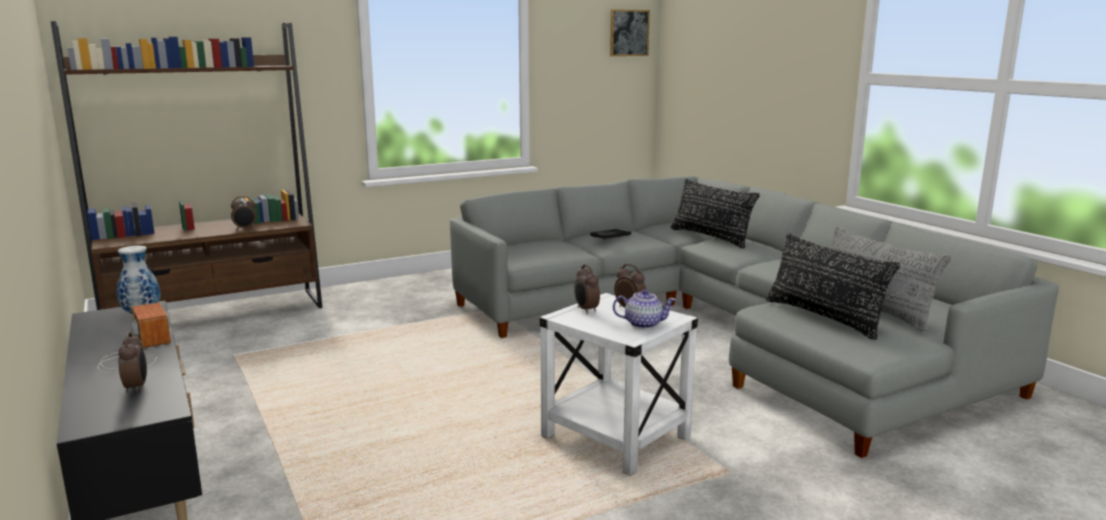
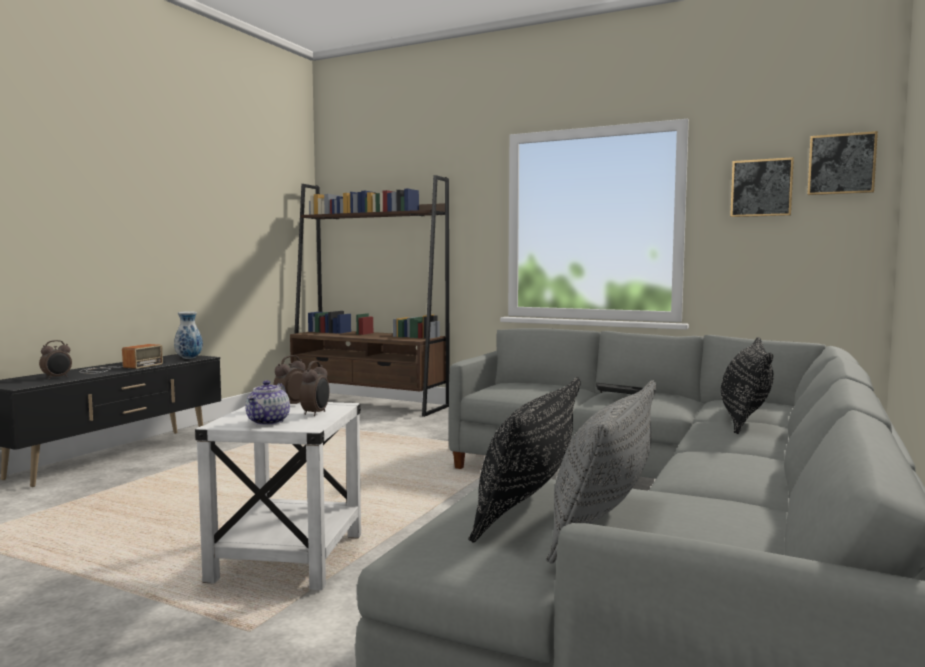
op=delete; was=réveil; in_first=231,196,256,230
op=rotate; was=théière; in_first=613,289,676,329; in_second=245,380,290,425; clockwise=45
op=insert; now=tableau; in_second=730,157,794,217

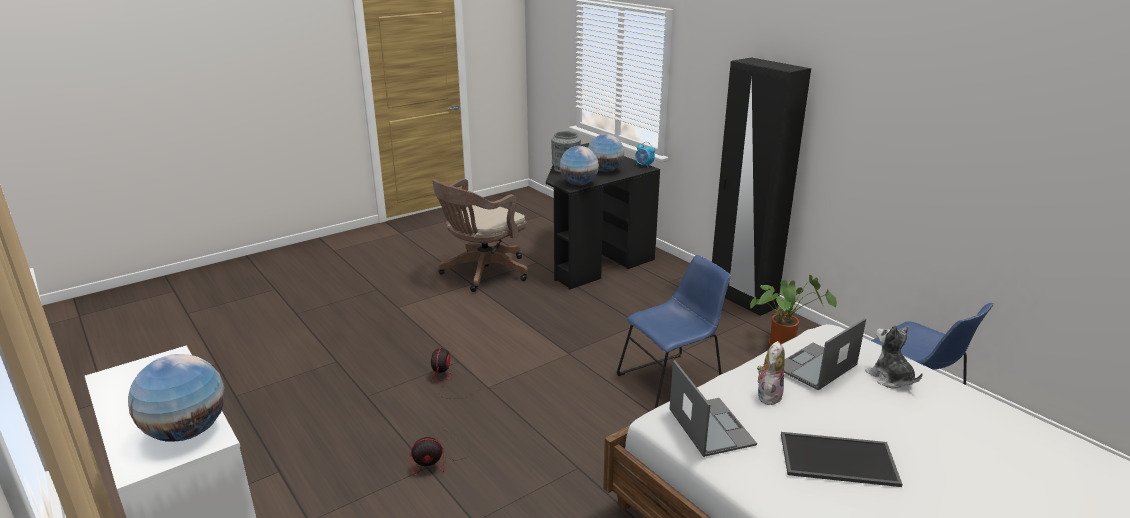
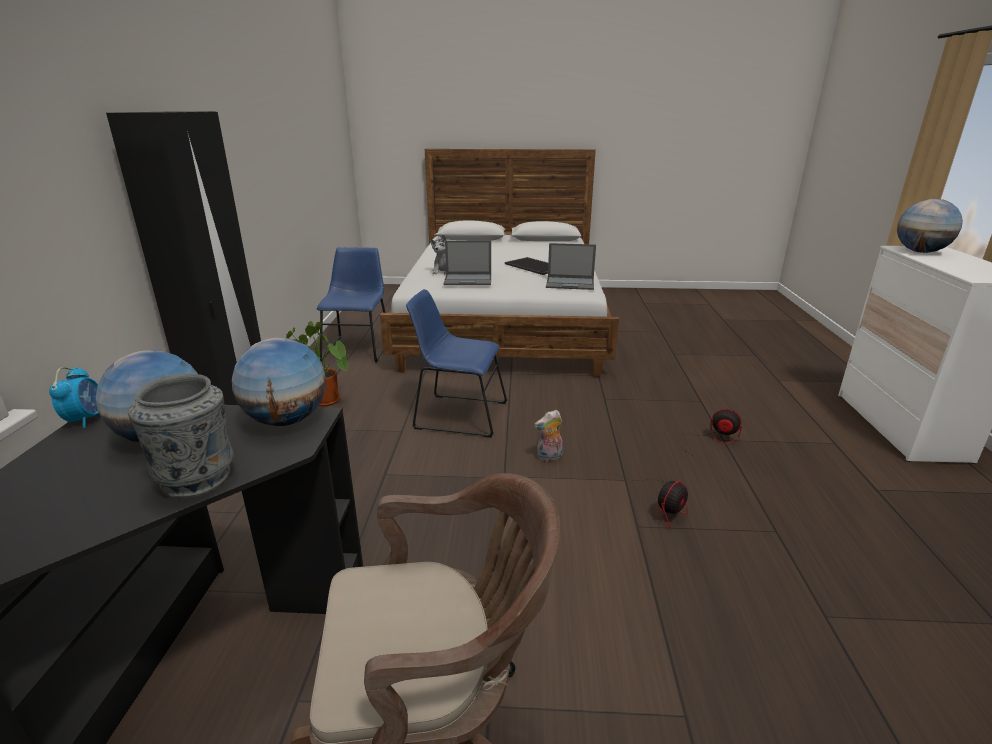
op=rotate; was=ordinateur portable; in_first=669,360,757,457; in_second=546,243,596,290; clockwise=-105
op=move; was=peluche; in_first=757,341,785,405; in_second=534,410,563,461

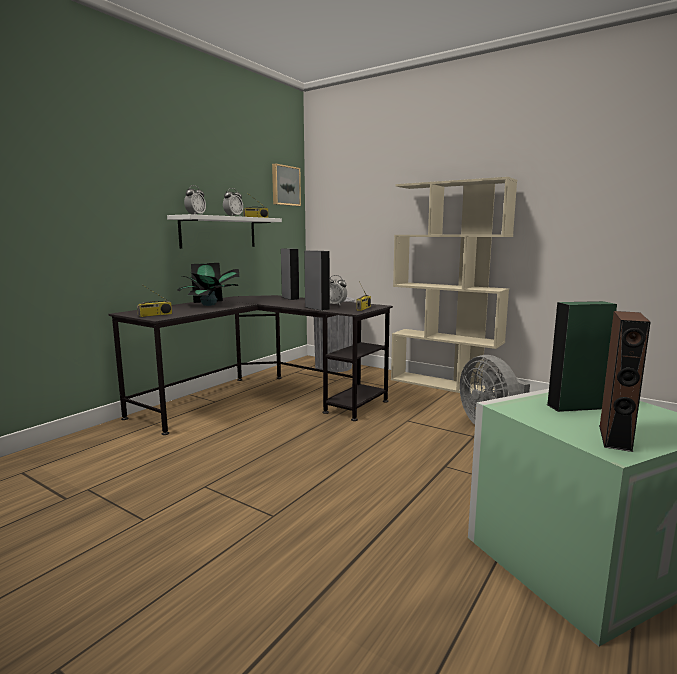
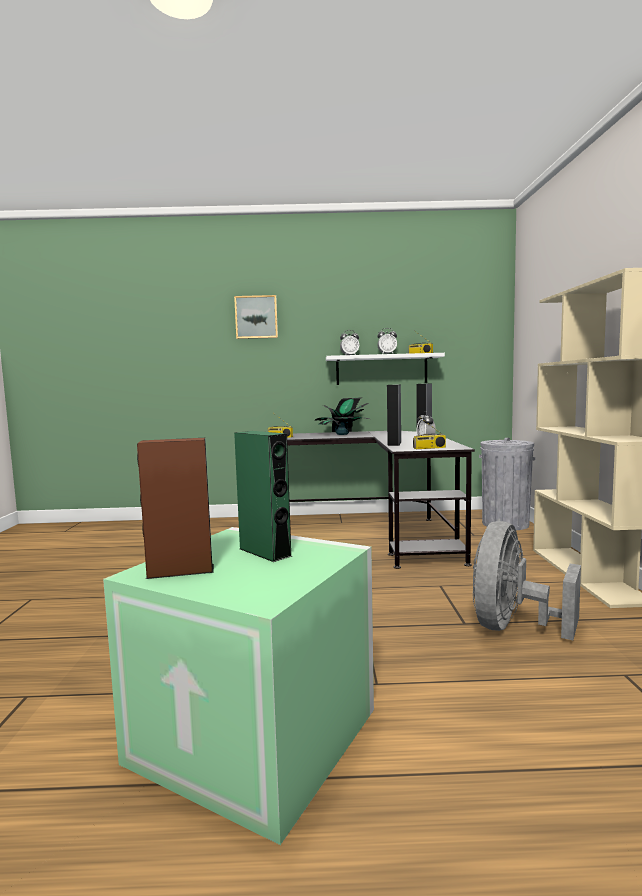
op=move; was=tableau; in_first=272,164,301,206; in_second=234,295,278,339

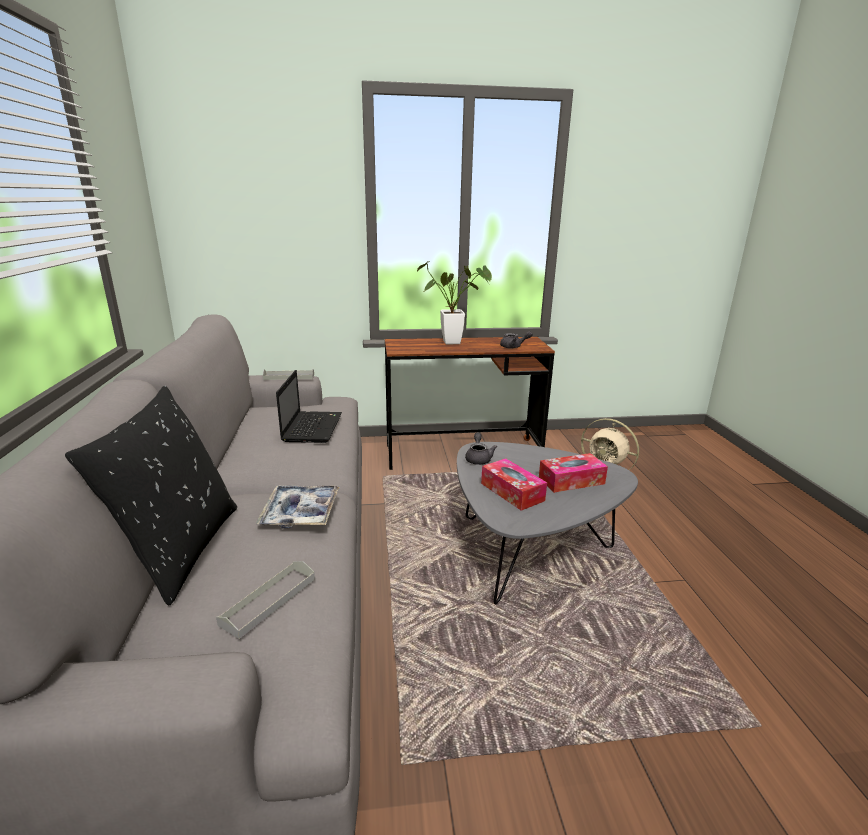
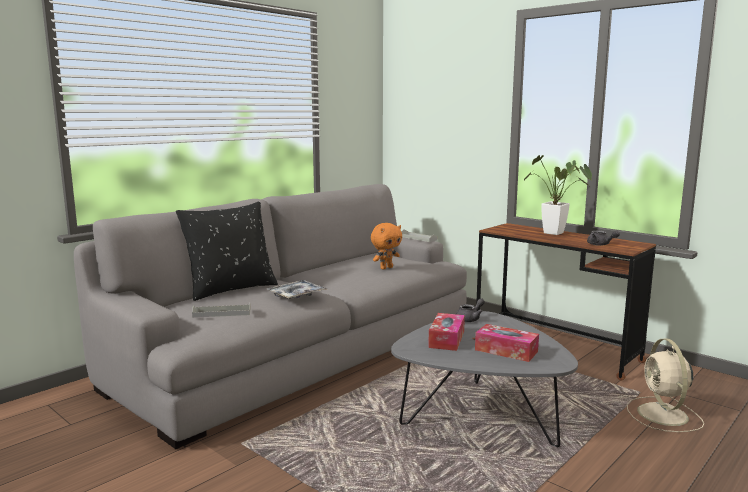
op=replace; was=ordinateur portable; now=peluche/orange; in_first=276,370,342,443; in_second=371,223,402,269

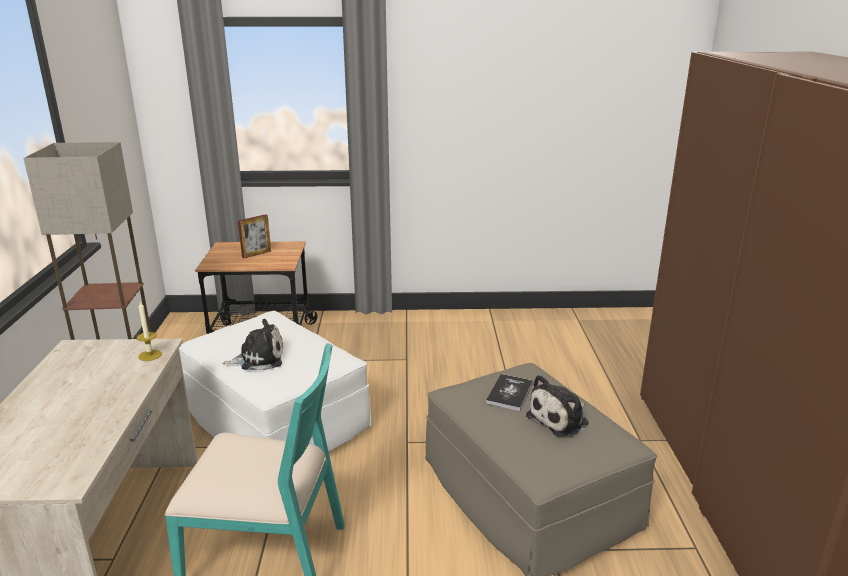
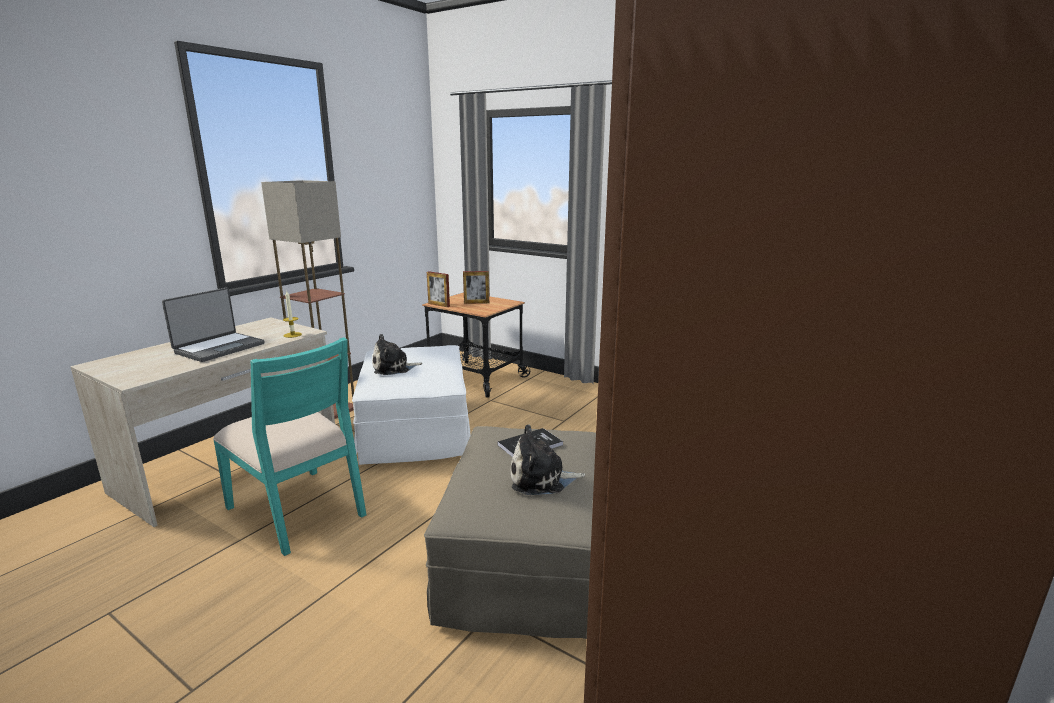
op=rotate; was=peluche; in_first=223,319,283,370; in_second=372,334,422,375; clockwise=135
op=insert; now=ordinateur portable; in_second=162,288,265,362
op=insert; now=cadre photo; in_second=427,271,450,307

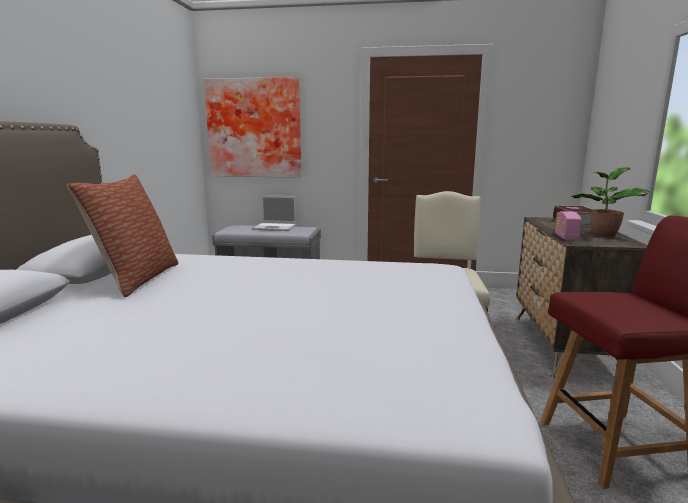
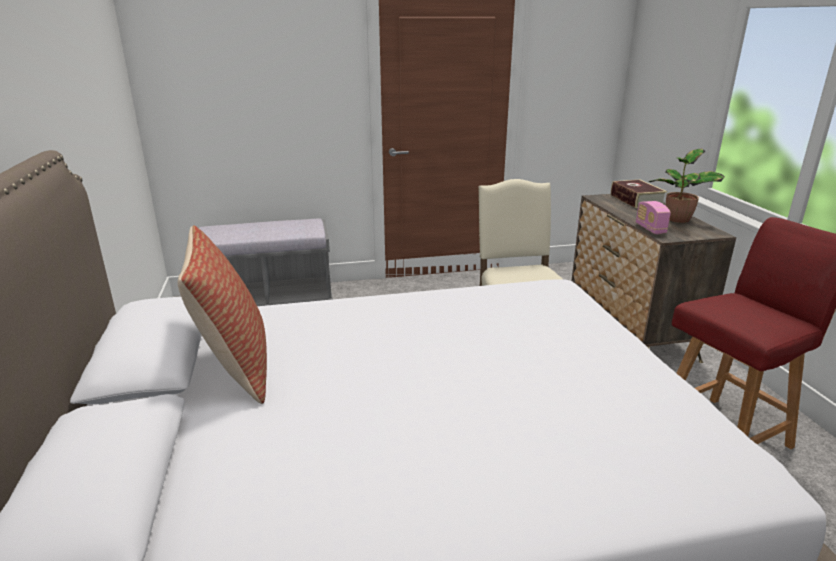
op=delete; was=tableau; in_first=204,77,301,178
op=delete; was=ordinateur portable; in_first=252,195,297,231

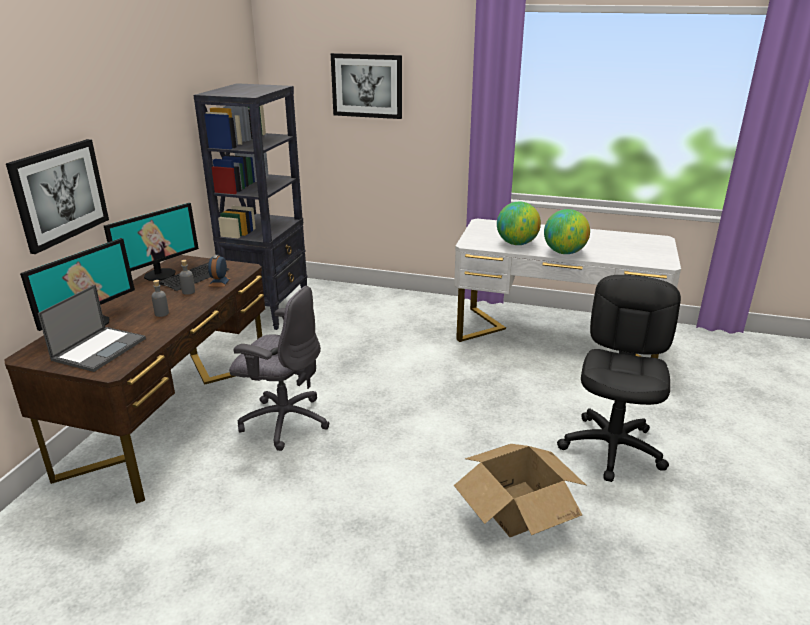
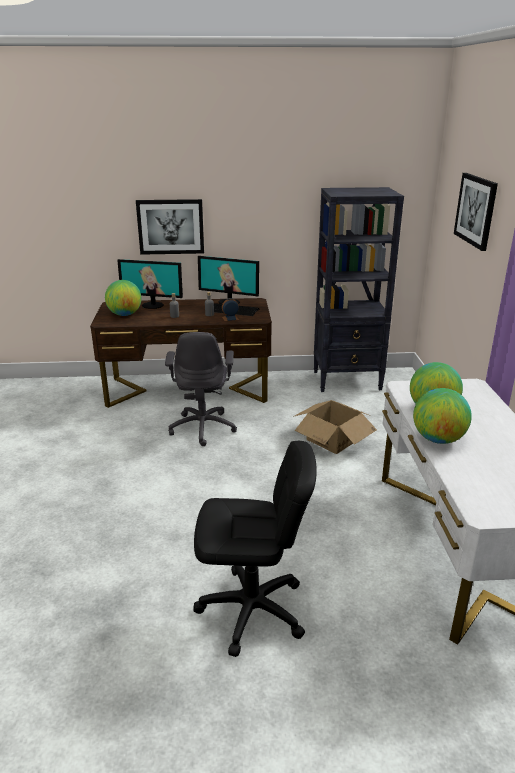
op=replace; was=ordinateur portable; now=globe; in_first=38,285,146,372; in_second=105,280,142,316
op=move; was=carton; in_first=454,444,587,537; in_second=293,400,377,454

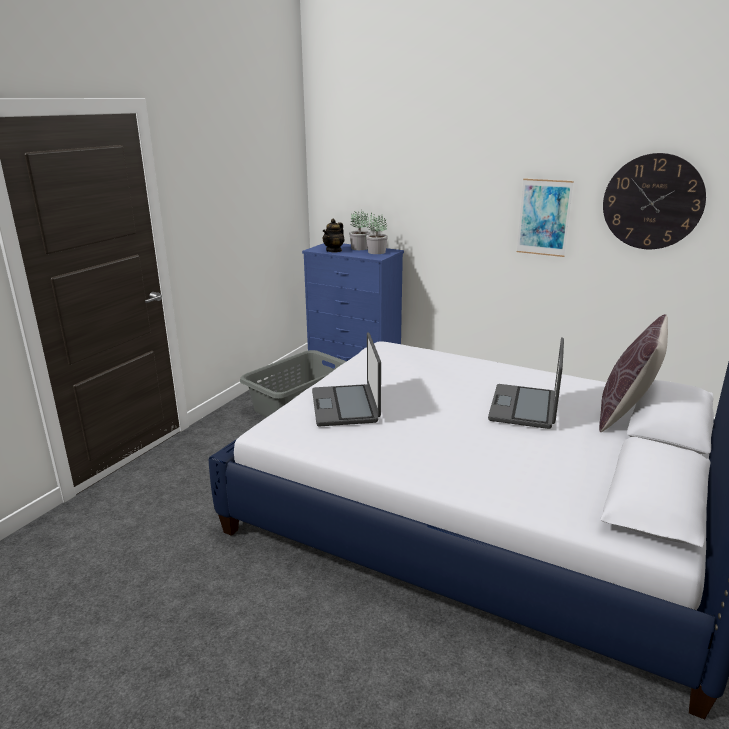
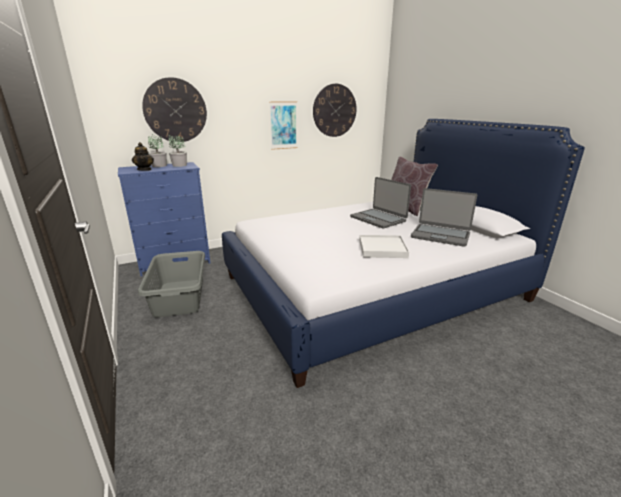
op=move; was=ordinateur portable; in_first=312,332,381,426; in_second=411,188,477,247
op=insert; now=horloge murale; in_second=142,77,207,142
op=insert; now=plateau/blanc; in_second=359,235,409,258

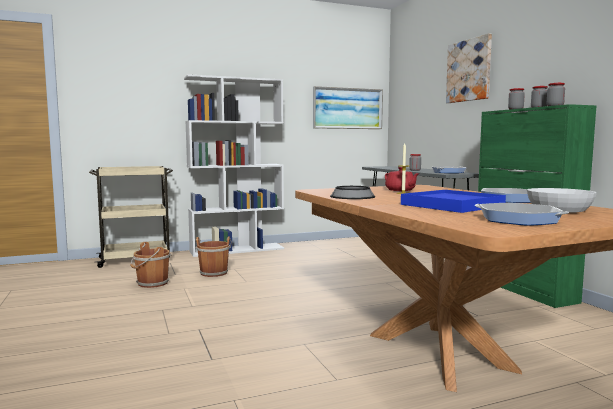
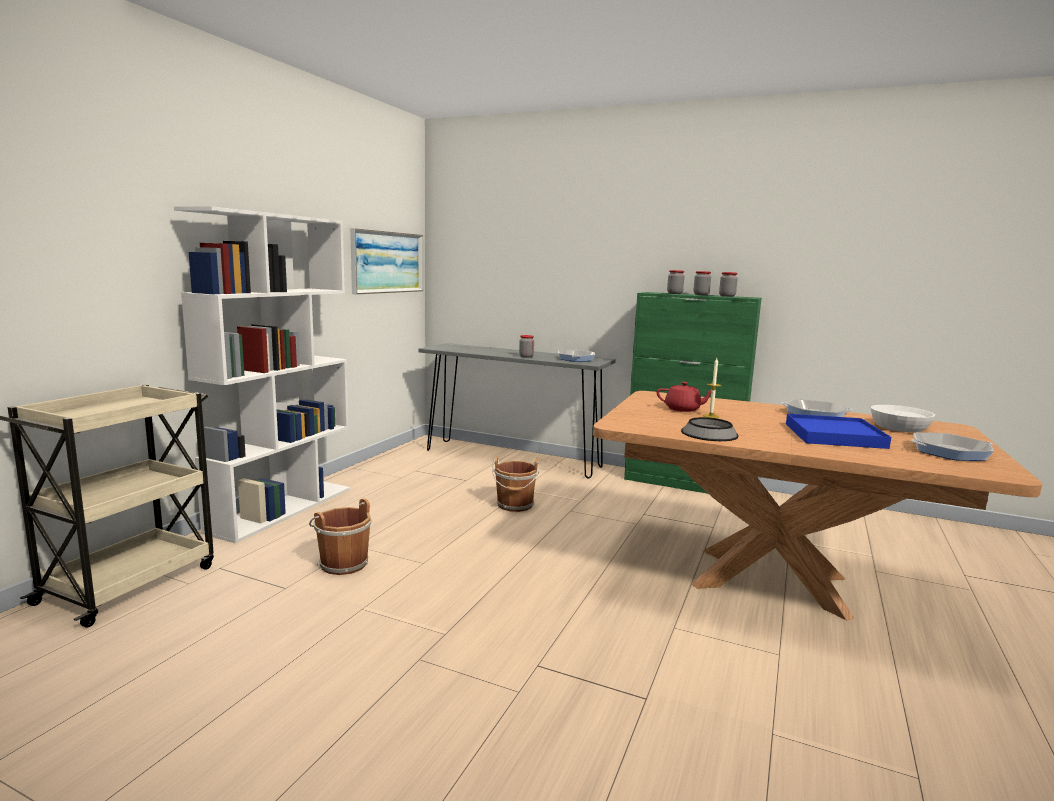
op=move; was=seau/marron; in_first=130,242,171,288; in_second=492,457,540,512
op=delete; was=tableau; in_first=446,33,492,103

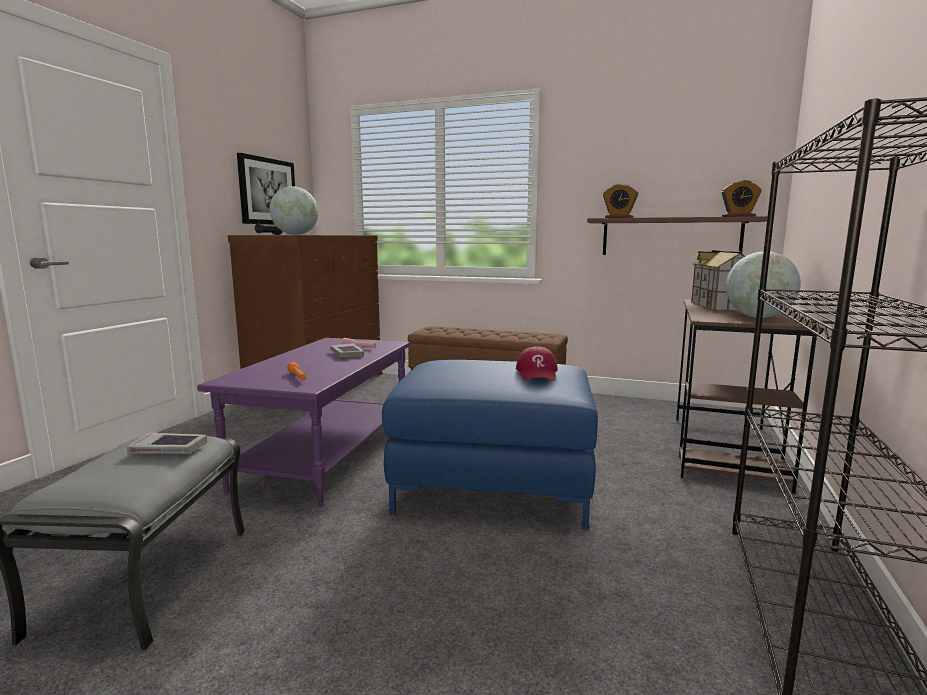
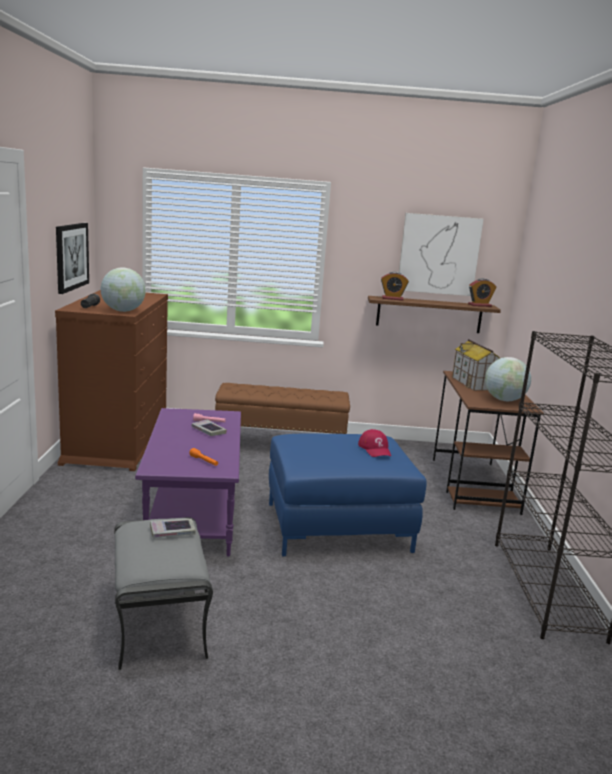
op=insert; now=tableau; in_second=399,213,484,296

